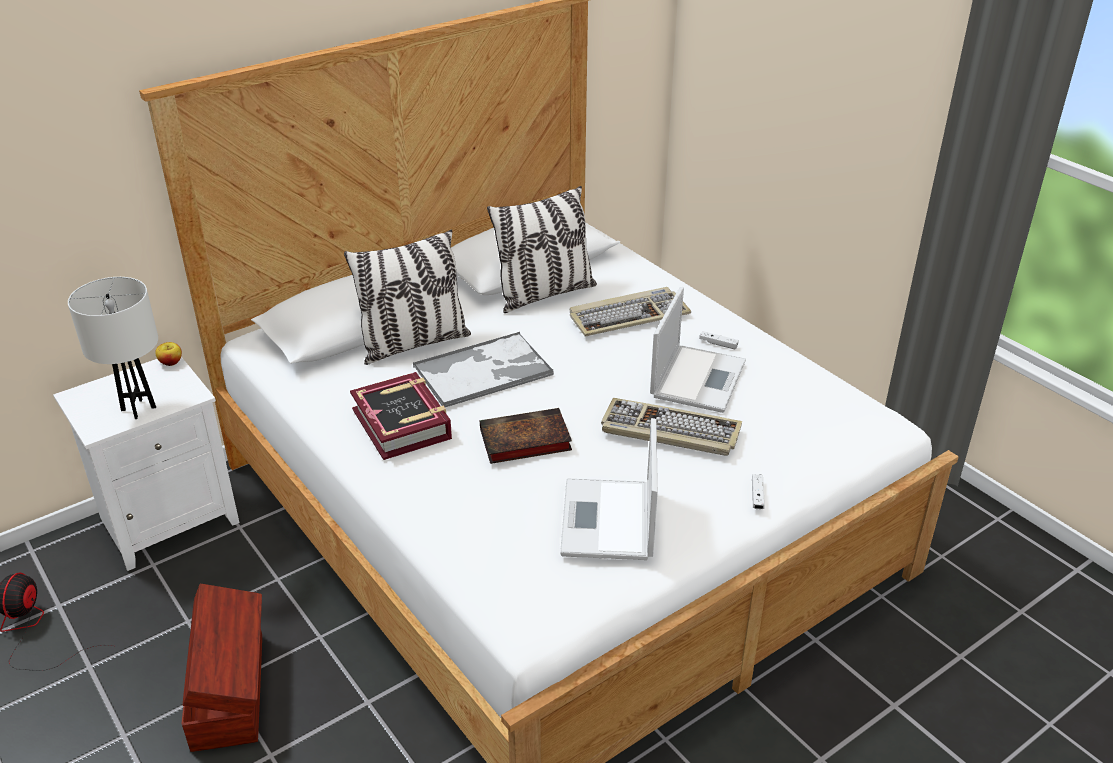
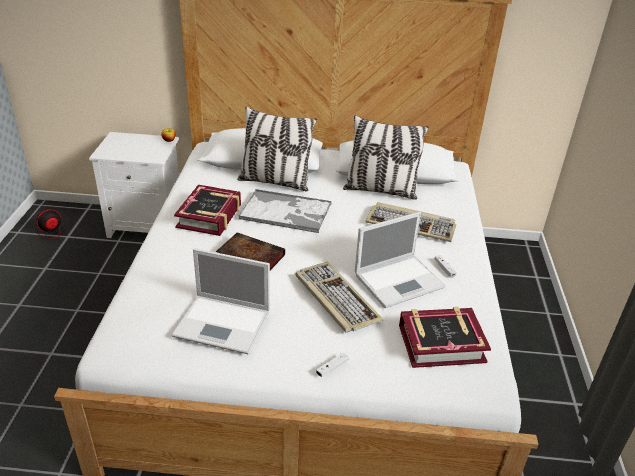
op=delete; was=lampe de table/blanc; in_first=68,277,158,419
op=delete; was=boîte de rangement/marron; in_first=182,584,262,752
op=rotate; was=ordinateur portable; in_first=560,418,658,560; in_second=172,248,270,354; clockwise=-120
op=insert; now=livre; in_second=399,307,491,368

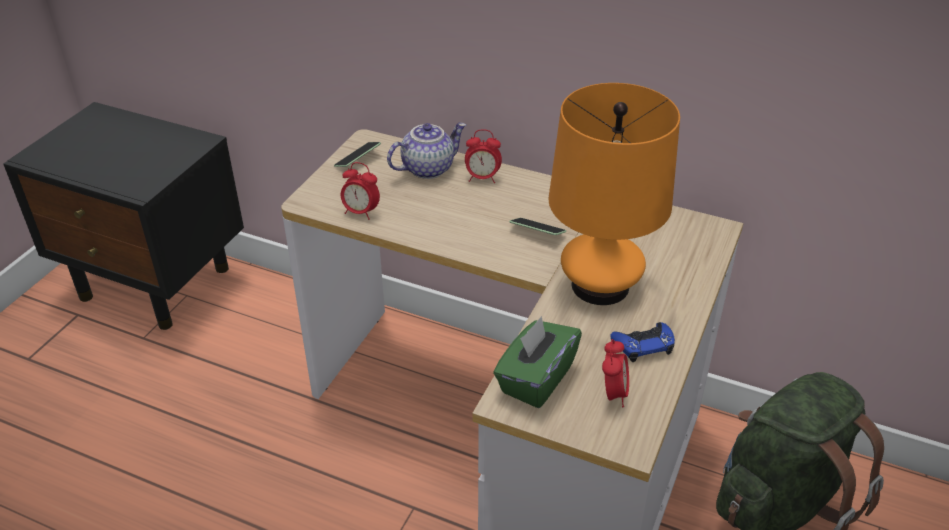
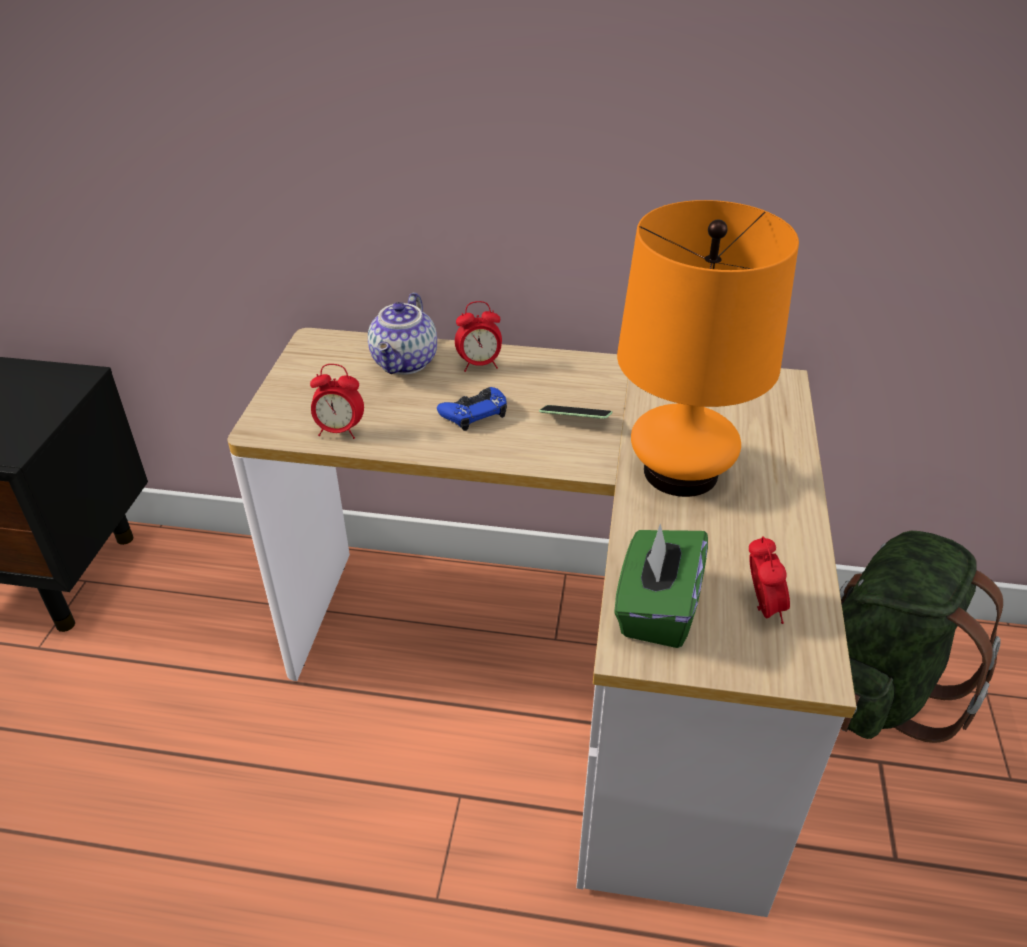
op=delete; was=téléphone; in_first=334,142,381,167
op=rotate; was=théière; in_first=387,123,466,179; in_second=368,292,437,375; clockwise=150
op=move; was=manette/bleu; in_first=611,322,675,362; in_second=437,387,507,431

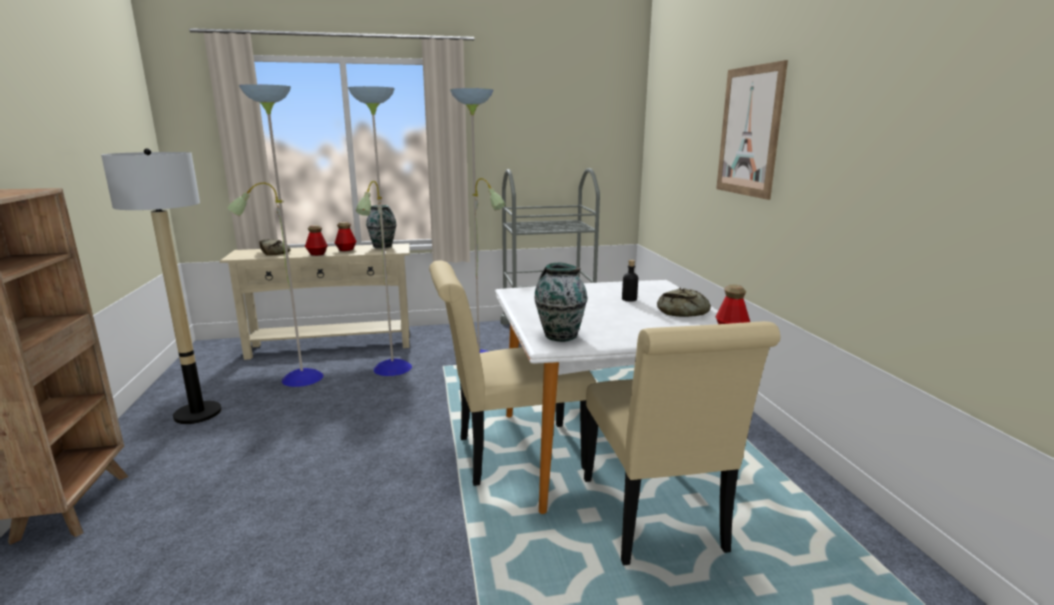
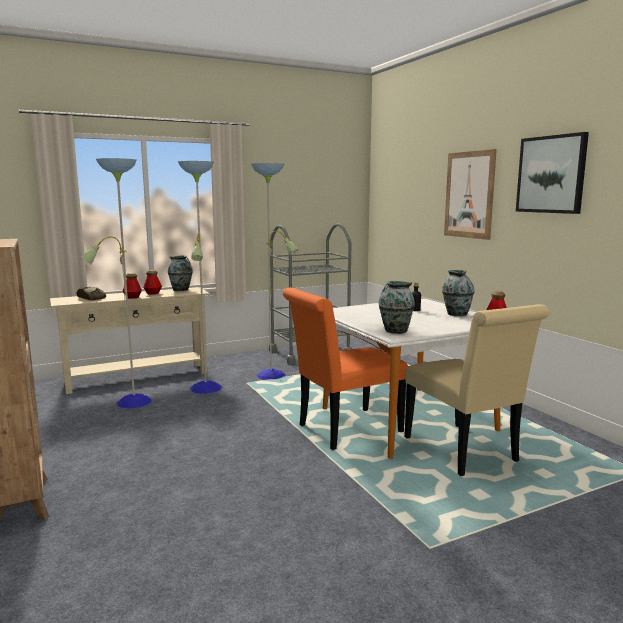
op=delete; was=lampadaire; in_first=101,148,222,424
op=recolor; was=chaise/beige; now=chaise/orange; in_first=429,260,597,486; in_second=283,288,409,450
op=replace; was=pain; now=vase; in_first=657,288,711,317; in_second=442,270,475,316
op=insert; now=tableau; in_second=516,132,589,214

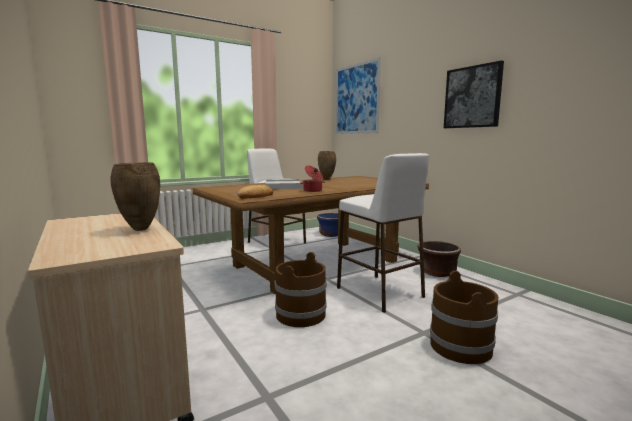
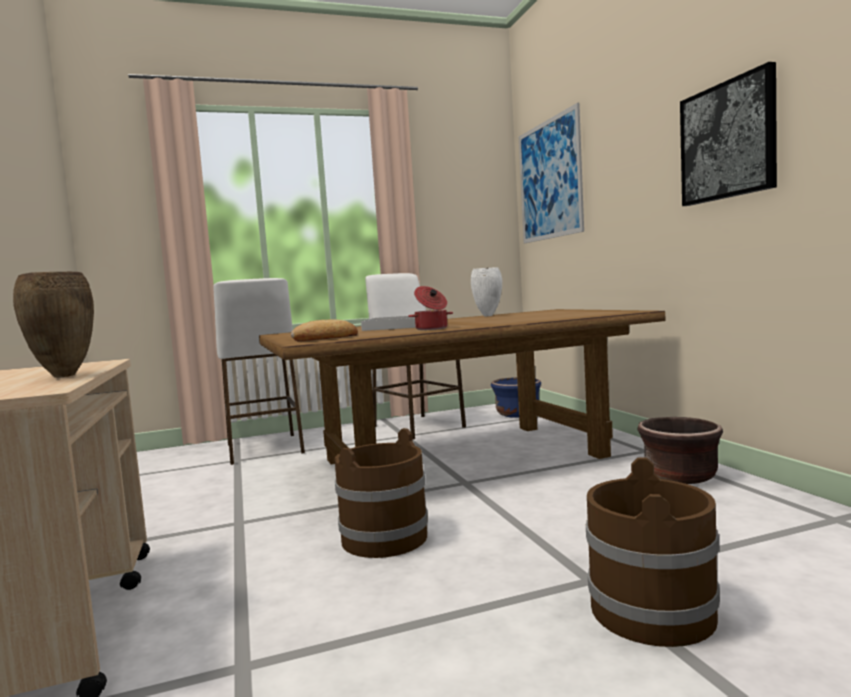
op=recolor; was=vase/marron; now=vase/blanc; in_first=318,151,336,180; in_second=471,267,502,316
op=move; was=tabouret/blanc; in_first=337,153,429,313; in_second=213,278,305,465

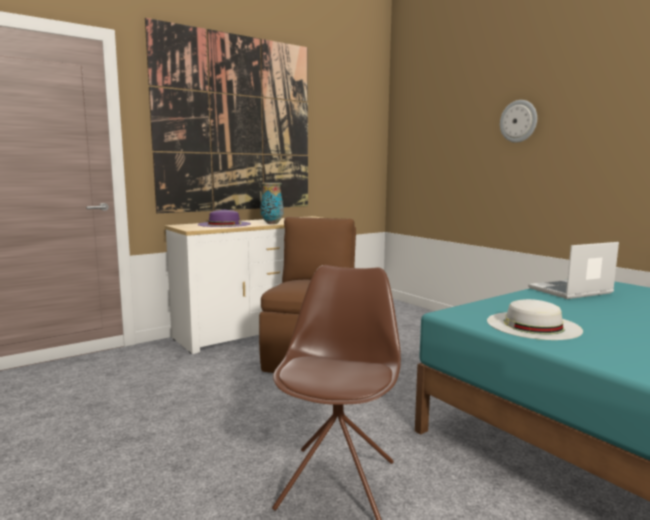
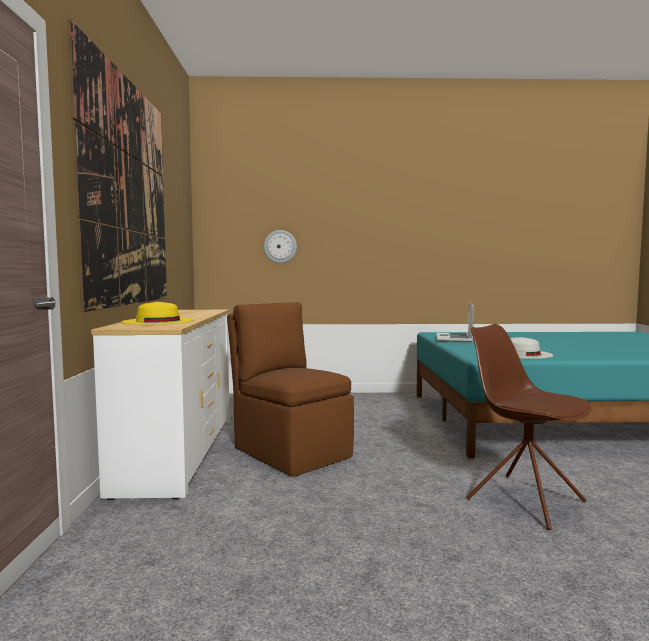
op=recolor; was=chapeau/violet; now=chapeau/jaune; in_first=198,210,251,227; in_second=121,302,194,324
op=delete; was=vase; in_first=260,183,284,224
op=move; was=horloge murale; in_first=500,100,537,143; in_second=264,230,297,263

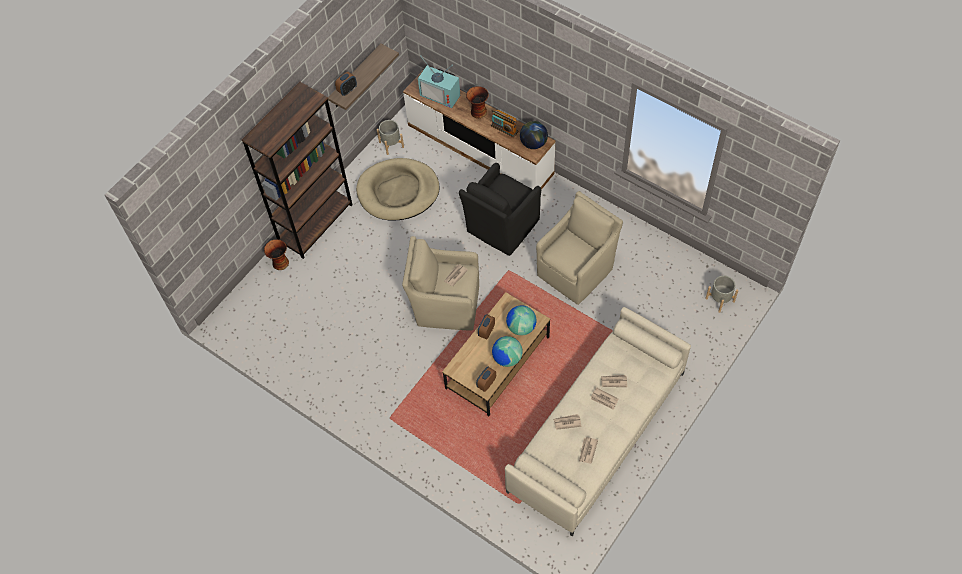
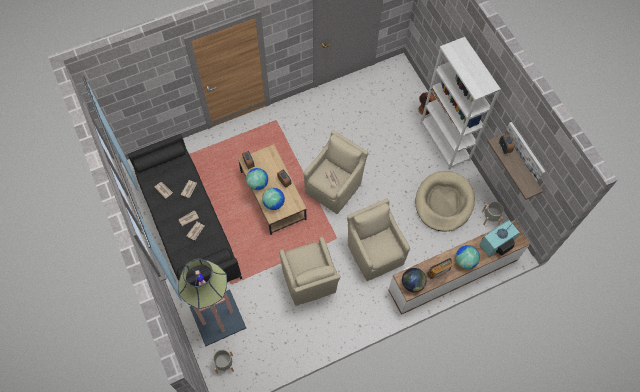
op=recolor; was=bibliothèque/marron; now=bibliothèque/blanc; in_first=242,82,353,259; in_second=420,37,501,170
op=recolor; was=fauteuil/noir; now=fauteuil/beige; in_first=459,163,541,256; in_second=347,198,410,281
op=replace; was=vase; now=globe; in_first=466,86,489,119; in_second=455,245,480,269
op=recolor; was=canapé/beige; now=canapé/noir; in_first=505,307,691,536; in_second=128,134,242,286
op=insert; now=lampadaire; in_second=178,259,246,347
op=insert; now=tableau; in_second=504,122,545,182

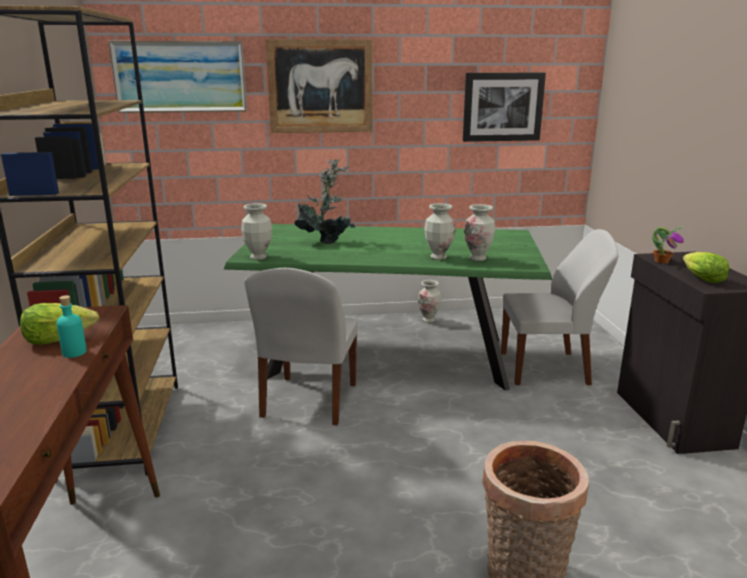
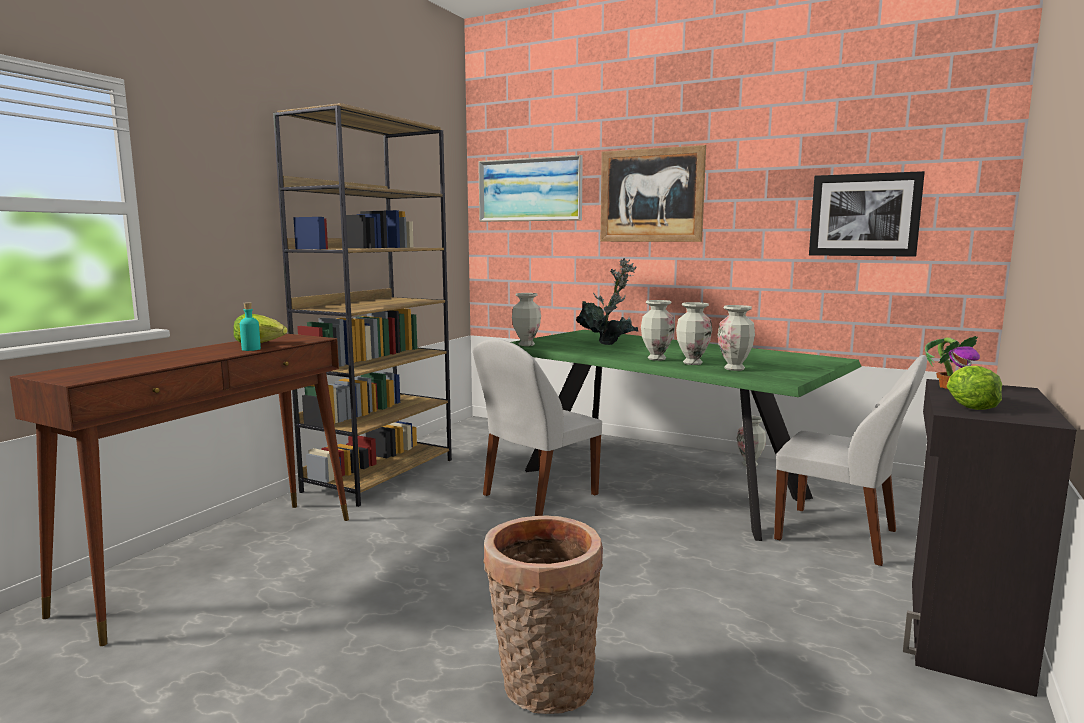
op=insert; now=vase; in_second=641,300,675,361

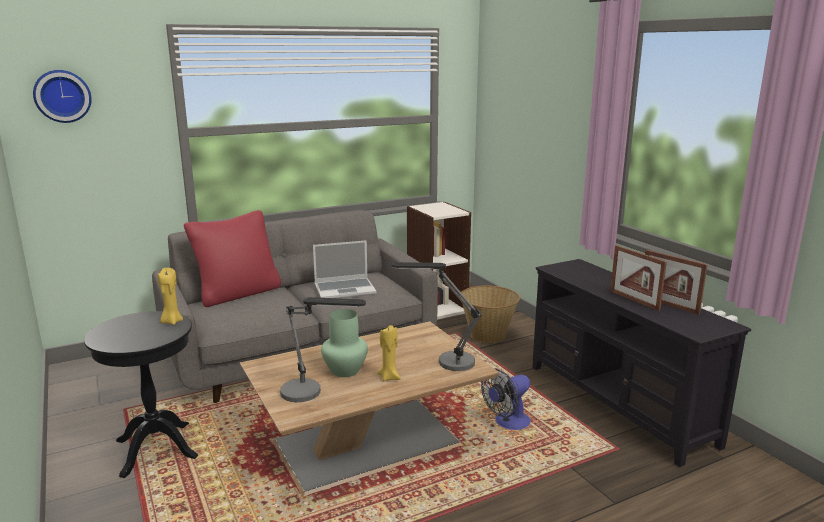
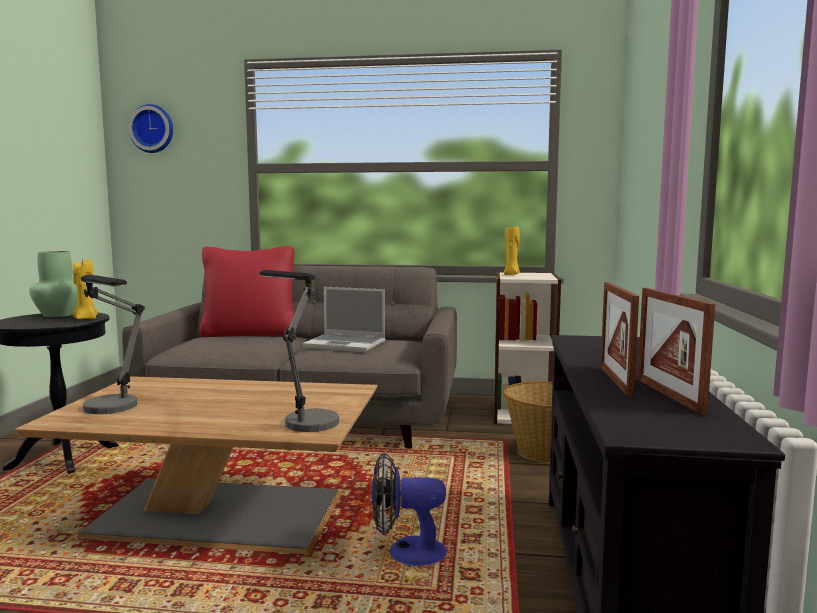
op=move; was=vase/vert; in_first=321,309,368,377; in_second=29,251,78,317
op=move; was=bougie/jaune; in_first=377,325,401,382; in_second=504,227,520,275

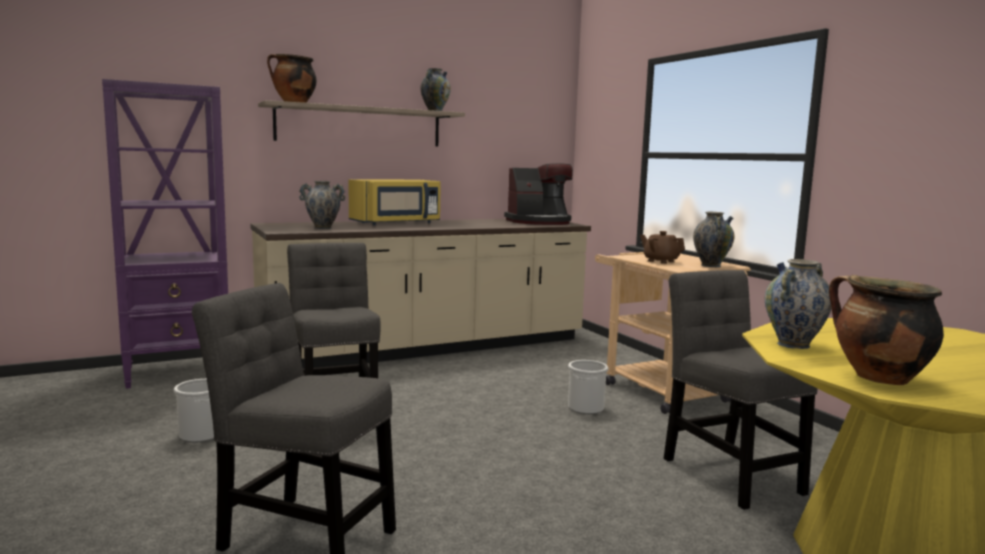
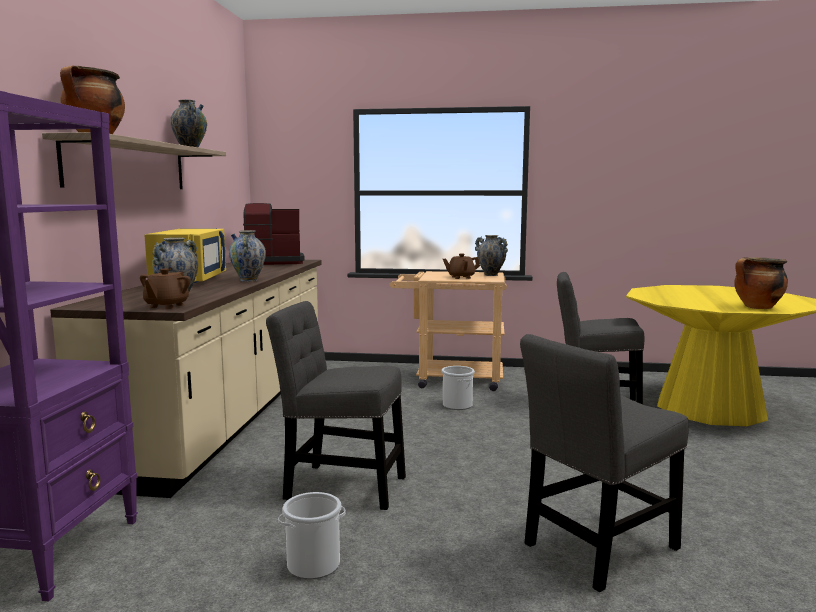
op=rotate; was=machine à café; in_first=504,163,573,225; in_second=243,203,305,265; clockwise=-120
op=move; was=vase; in_first=765,259,832,349; in_second=229,230,266,282
op=insert; now=théière/marron; in_second=140,268,191,309

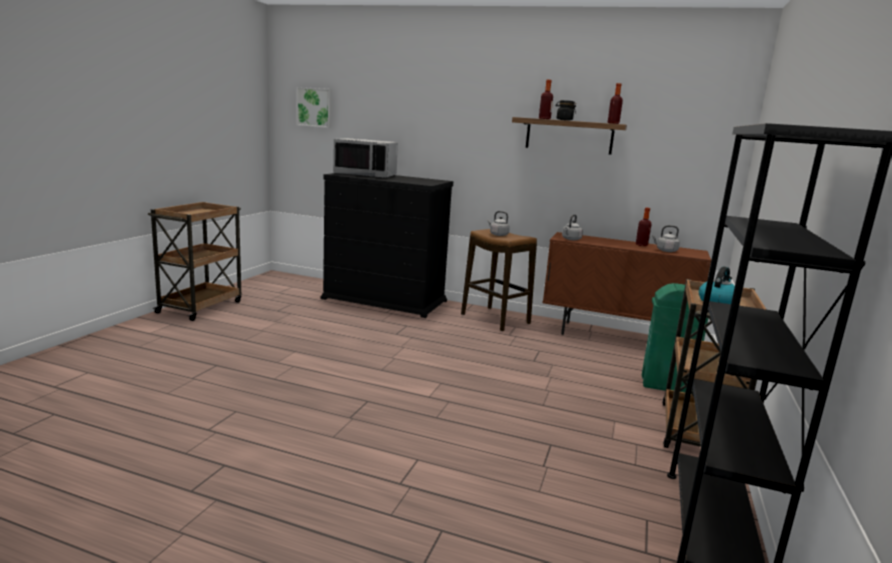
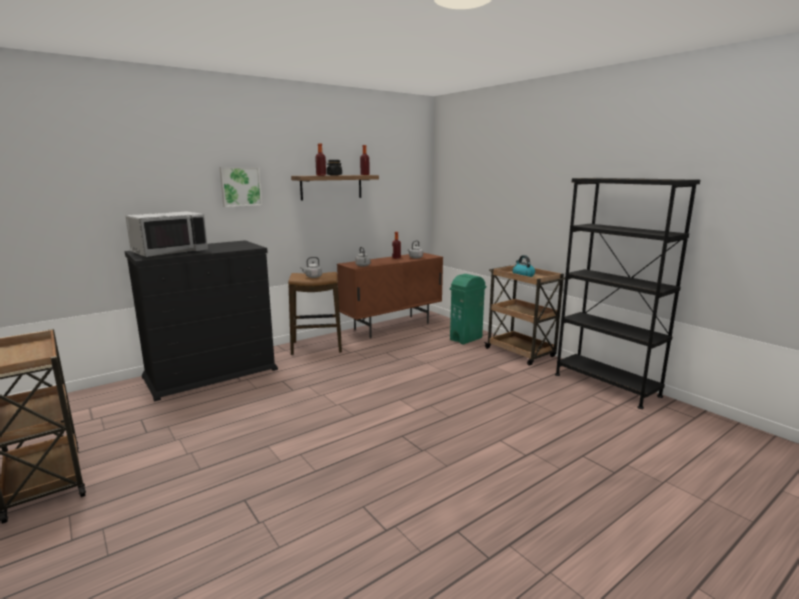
op=move; was=tableau; in_first=297,87,332,128; in_second=219,167,262,207

